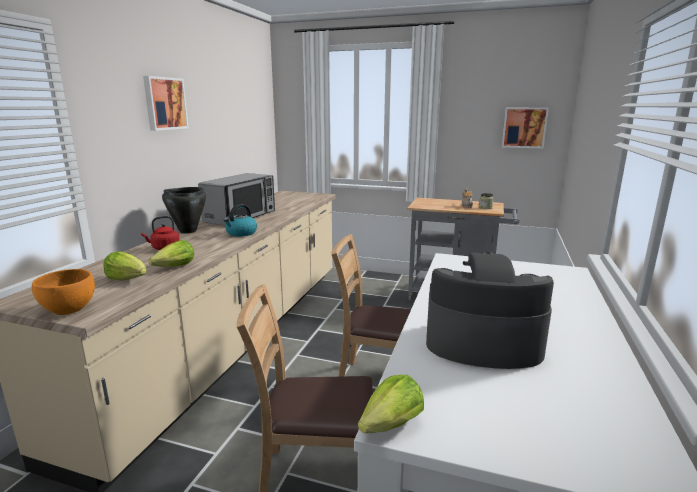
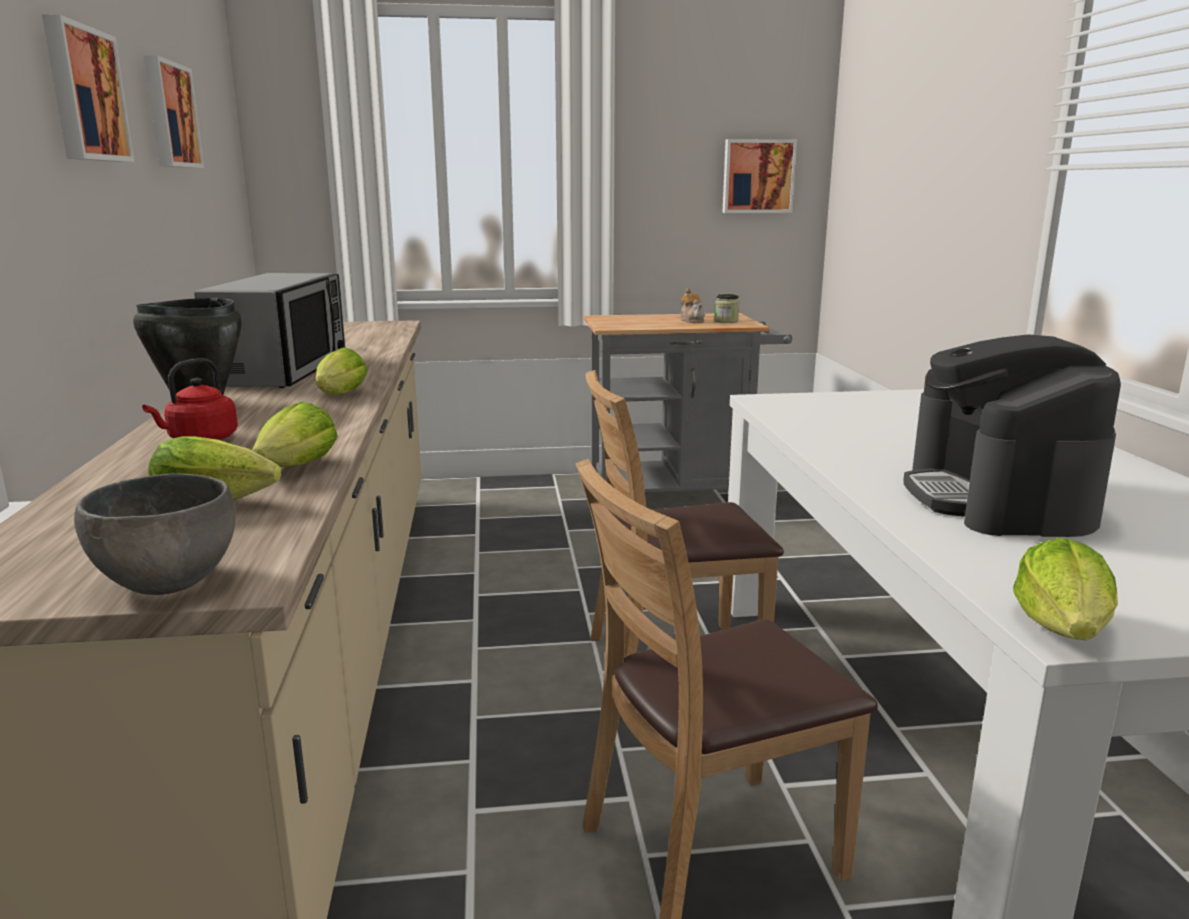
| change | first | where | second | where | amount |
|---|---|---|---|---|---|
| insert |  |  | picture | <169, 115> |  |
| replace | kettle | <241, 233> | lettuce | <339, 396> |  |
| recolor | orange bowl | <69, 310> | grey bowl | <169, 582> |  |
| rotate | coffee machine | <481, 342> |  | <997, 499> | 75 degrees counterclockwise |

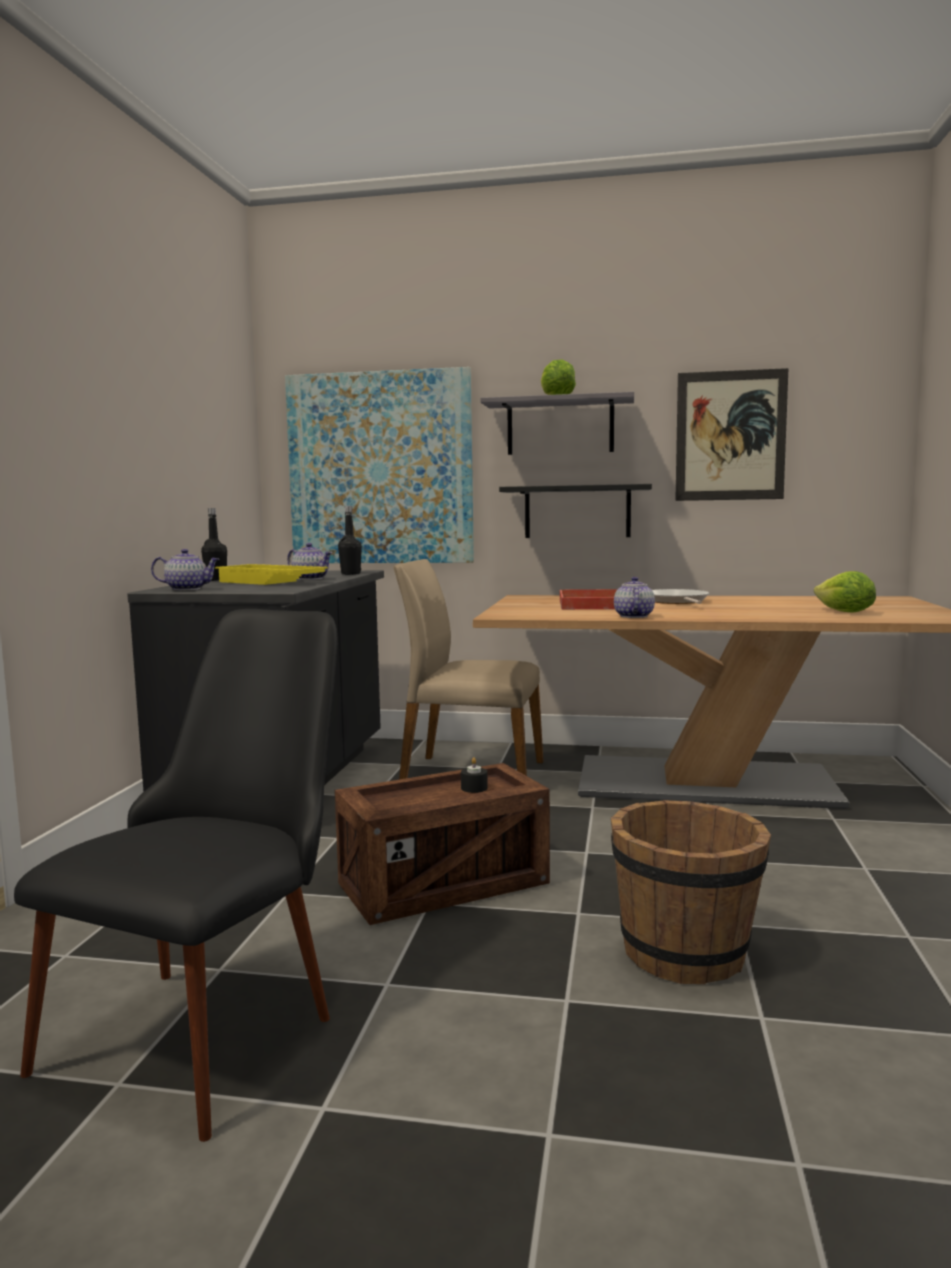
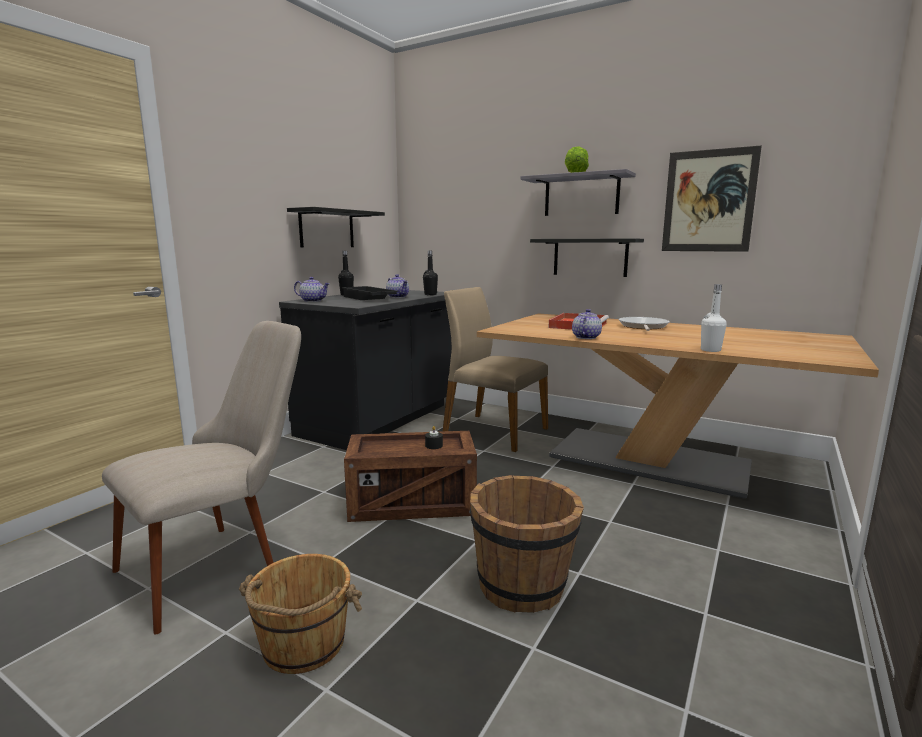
| change | first | where | second | where | amount |
|---|---|---|---|---|---|
| delete | picture | <380, 468> |  |  |  |
| delete | lettuce | <845, 612> |  |  |  |
| insert |  |  | brown bucket | <303, 645> |  |
| insert |  |  | black shelf | <327, 229> |  |
| insert |  |  | white bottle | <710, 350> |  |
| recolor | black chair | <216, 1018> | beige chair | <223, 561> |  |
| recolor | yellow tray | <269, 582> | black tray | <368, 298> |  |

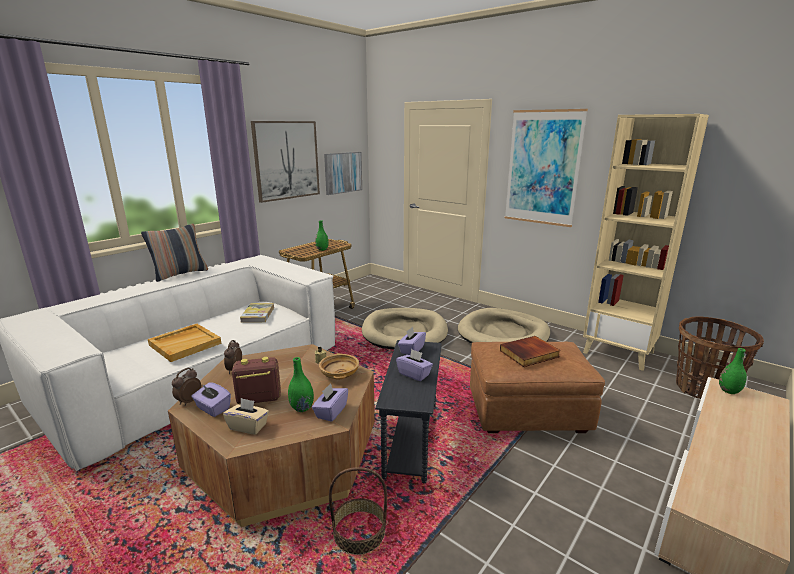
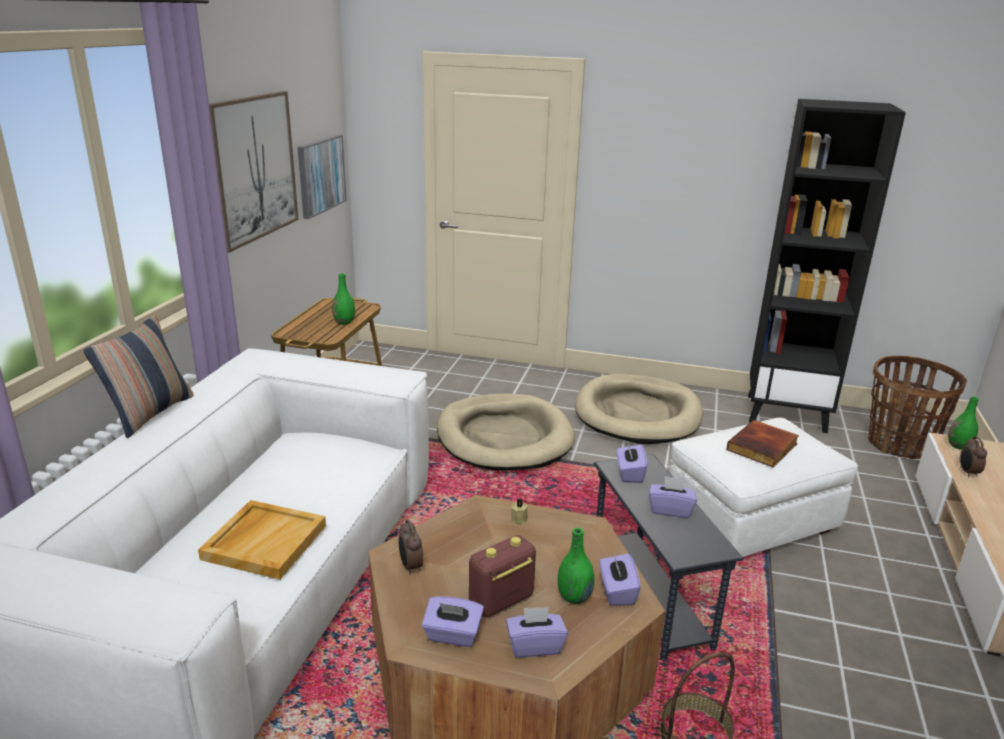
| change | first | where | second | where | amount |
|---|---|---|---|---|---|
| delete | book | <257, 314> |  |  |  |
| delete | beige bowl | <339, 374> |  |  |  |
| delete | picture | <543, 168> |  |  |  |
| move | alarm clock | <188, 401> |  | <967, 472> |  |
| recolor | beige tissue box | <248, 426> | purple tissue box | <535, 645> |  |
| recolor | brown ottoman | <527, 412> | white ottoman | <750, 521> |  |
| recolor | beige bookcase | <619, 352> | black bookcase | <786, 413> |  |

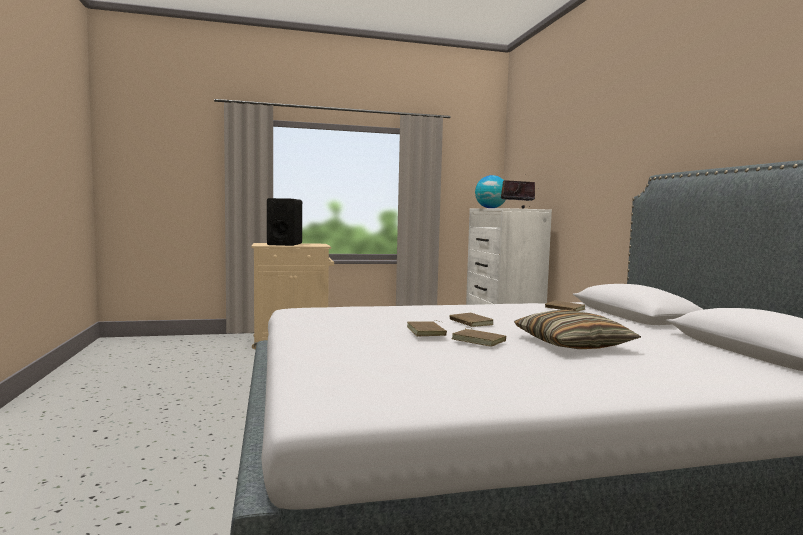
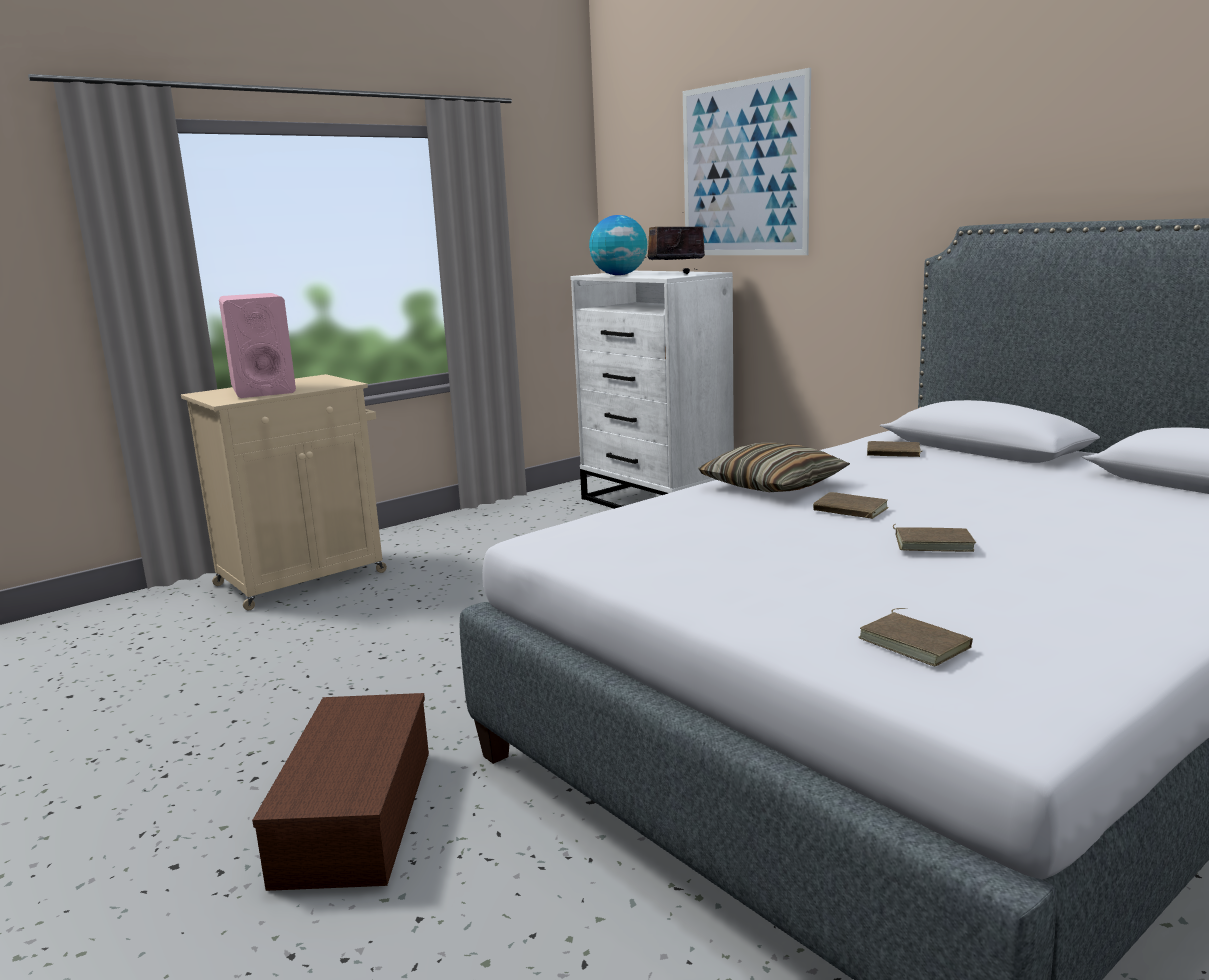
| change | first | where | second | where | amount |
|---|---|---|---|---|---|
| insert |  |  | brown storage box | <354, 812> |  |
| insert |  |  | picture | <743, 169> |  |
| move | brown book | <427, 332> |  | <916, 643> |  |
| move | pillow | <572, 344> |  | <772, 485> |  |
| recolor | black speaker | <285, 244> | pink speaker | <263, 390> |  |

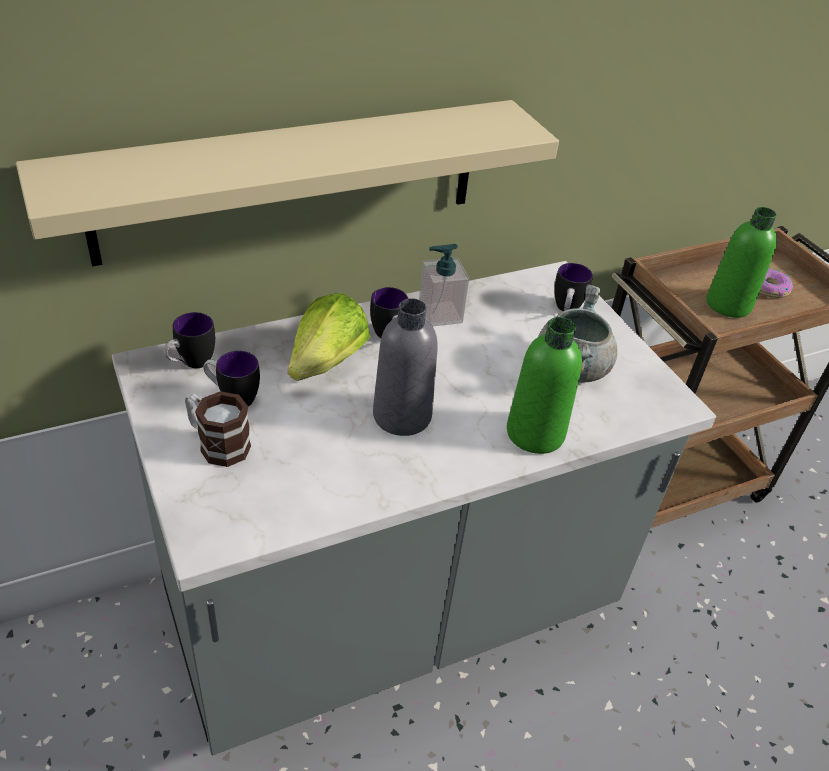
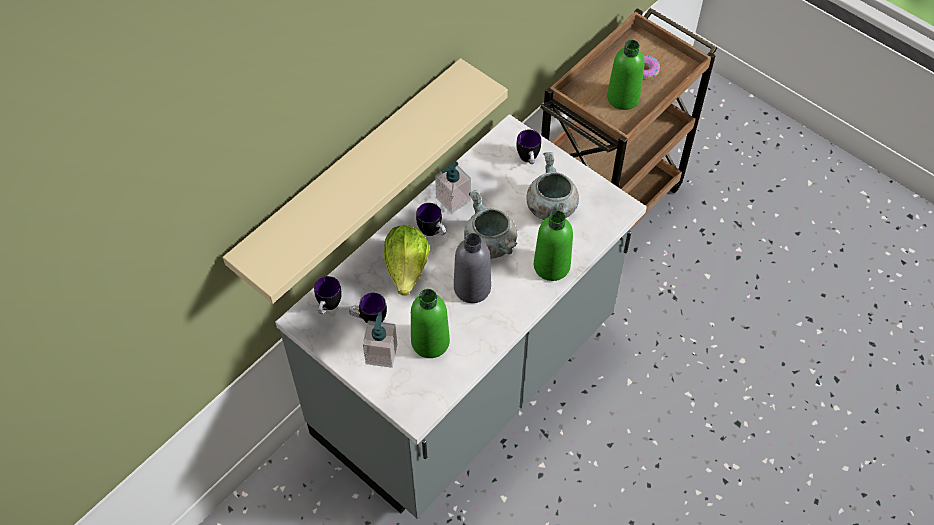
| change | first | where | second | where | amount |
|---|---|---|---|---|---|
| insert |  |  | green bottle | <430, 342> |  |
| insert |  |  | grey cooking pot | <489, 243> |  |
| replace | mug | <217, 443> | soap dispenser | <381, 353> |  |

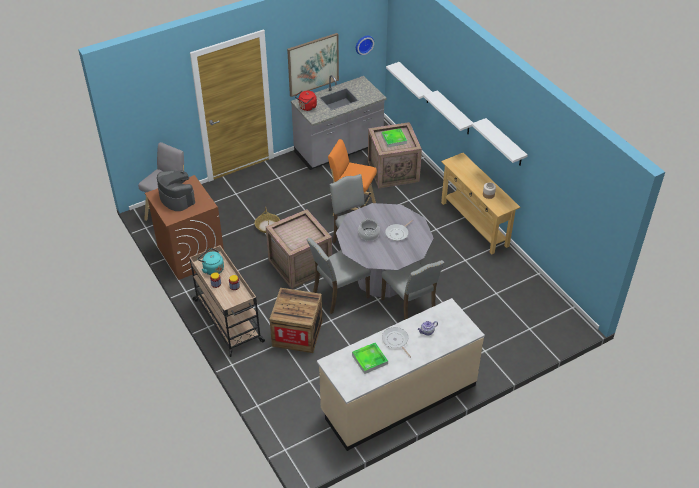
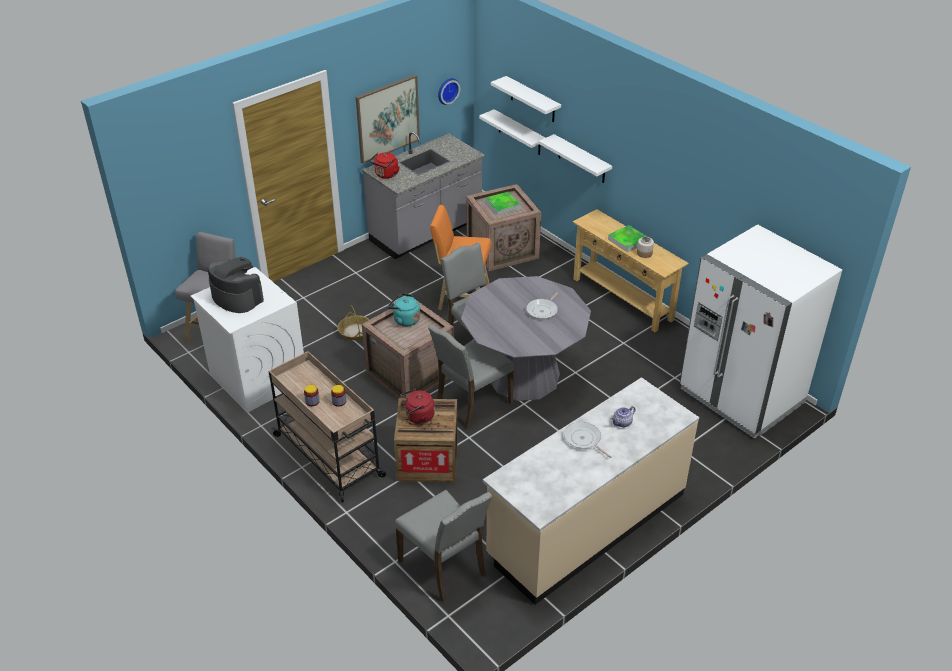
| change | first | where | second | where | amount |
|---|---|---|---|---|---|
| delete | cooking pot | <369, 234> |  |  |  |
| insert |  |  | red kettle | <418, 417> |  |
| insert |  |  | white fridge | <741, 396> |  |
| move | turquoise kettle | <212, 269> |  | <405, 320> |  |
| move | tray | <370, 359> |  | <627, 240> |  |
| move | grey chair | <410, 307> |  | <444, 567> |  |
| move | white shelf | <505, 143> |  | <532, 100> |  |
| recolor | brown washing machine | <190, 253> | white washing machine | <258, 377> |  |

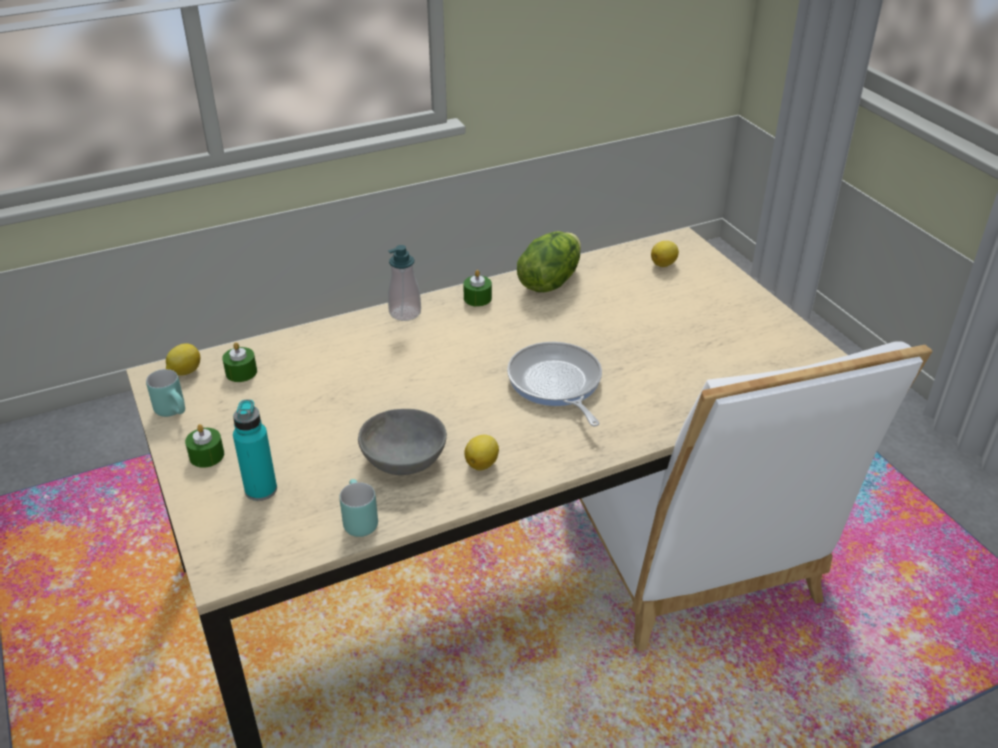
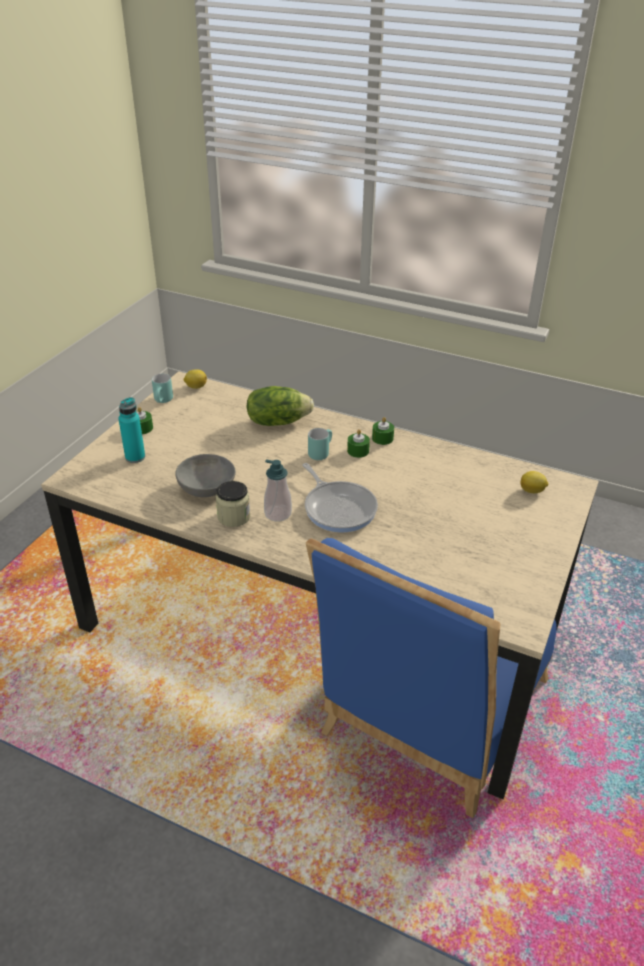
| change | first | where | second | where | amount |
|---|---|---|---|---|---|
| move | green candle | <241, 372> |  | <358, 451> |  |
| move | turquoise mug | <357, 520> |  | <320, 452> |  |
| move | soap dispenser | <405, 313> |  | <278, 513> |  |
| move | lettuce | <549, 281> |  | <278, 421> |  |
| replace | lemon | <482, 463> | jar | <234, 517> |  |
| recolor | white chair | <689, 557> | blue chair | <430, 716> |  |
| rotate | frying pan | <556, 384> |  | <338, 508> | 120 degrees clockwise |

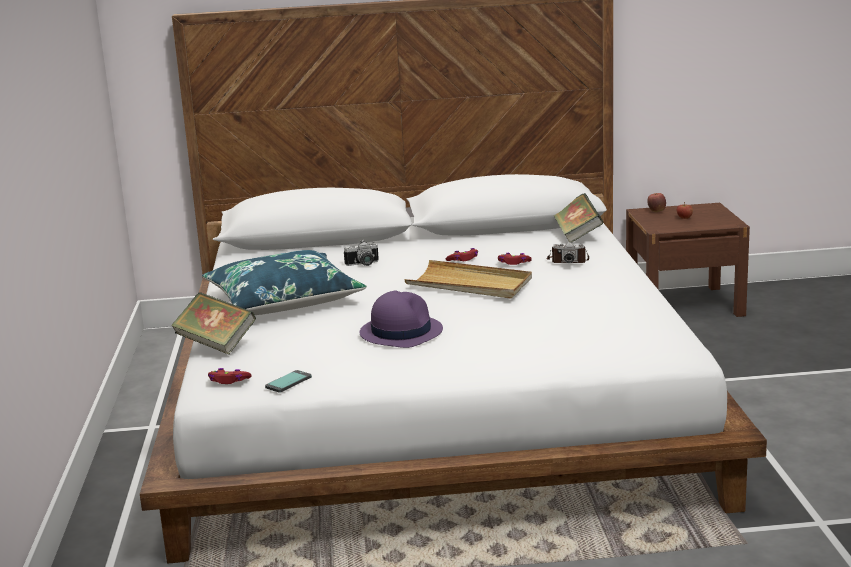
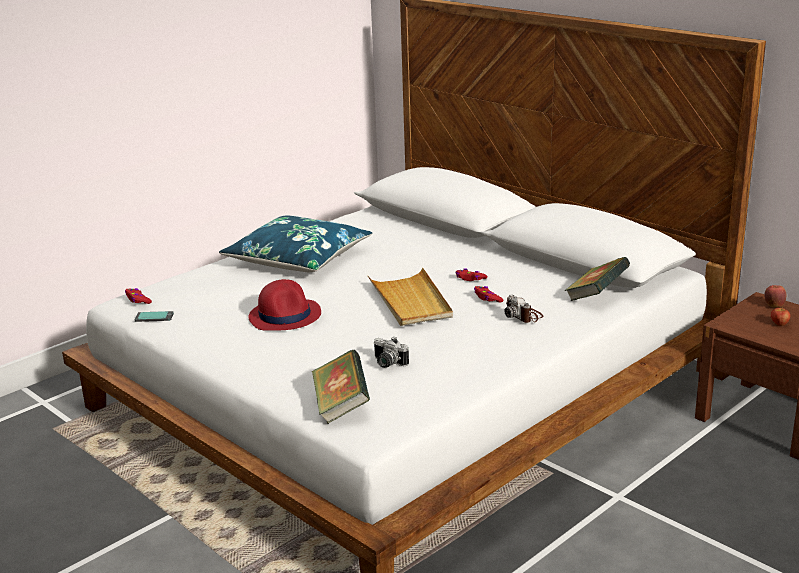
| change | first | where | second | where | amount |
|---|---|---|---|---|---|
| move | book | <216, 344> |  | <341, 406> |  |
| move | photo camera | <363, 264> |  | <387, 364> |  |
| recolor | purple hat | <401, 332> | red hat | <285, 315> |  |

